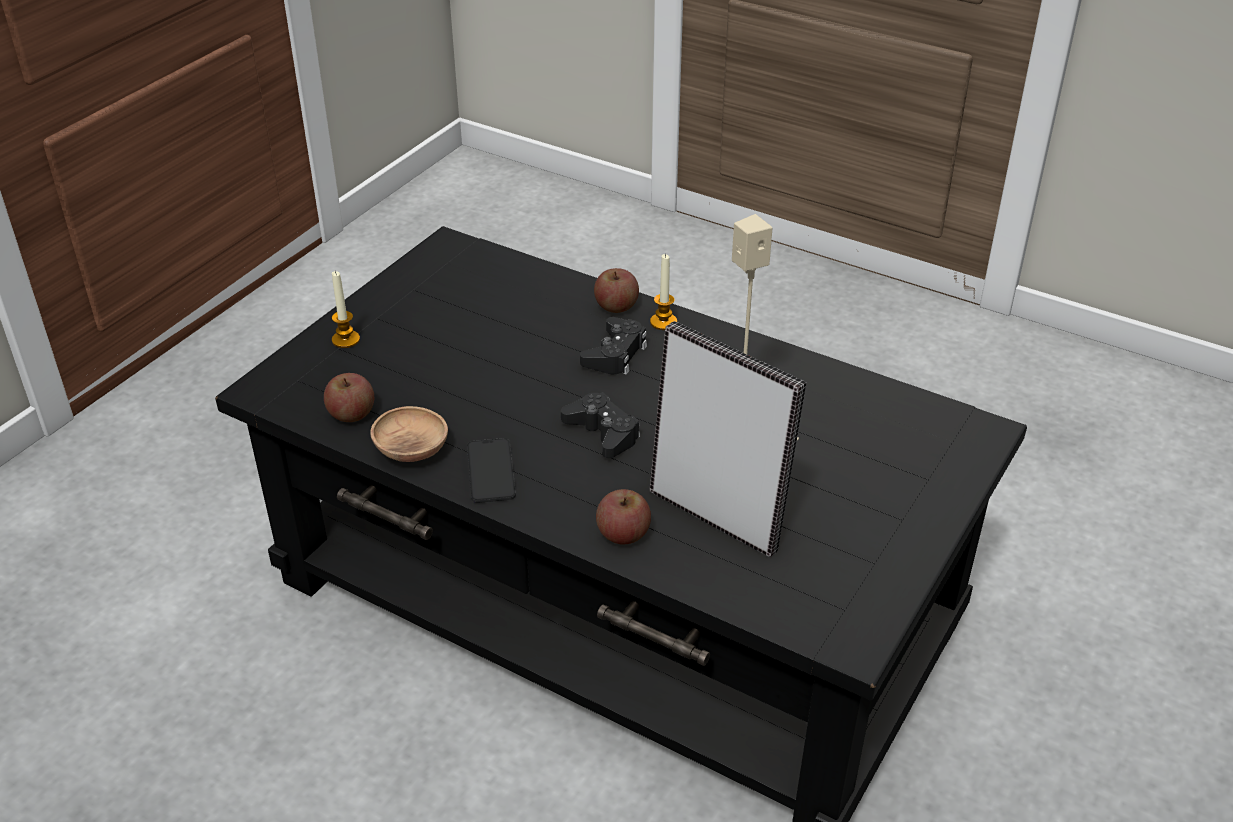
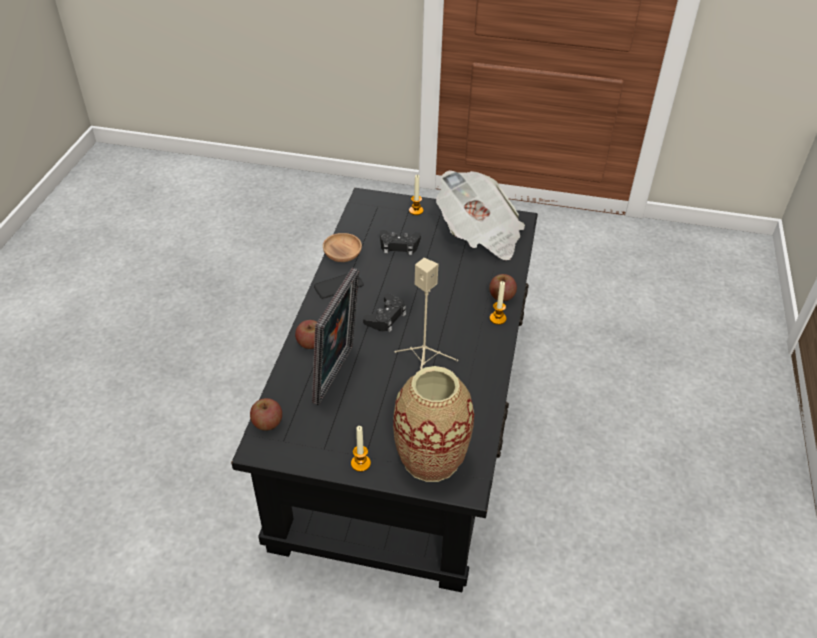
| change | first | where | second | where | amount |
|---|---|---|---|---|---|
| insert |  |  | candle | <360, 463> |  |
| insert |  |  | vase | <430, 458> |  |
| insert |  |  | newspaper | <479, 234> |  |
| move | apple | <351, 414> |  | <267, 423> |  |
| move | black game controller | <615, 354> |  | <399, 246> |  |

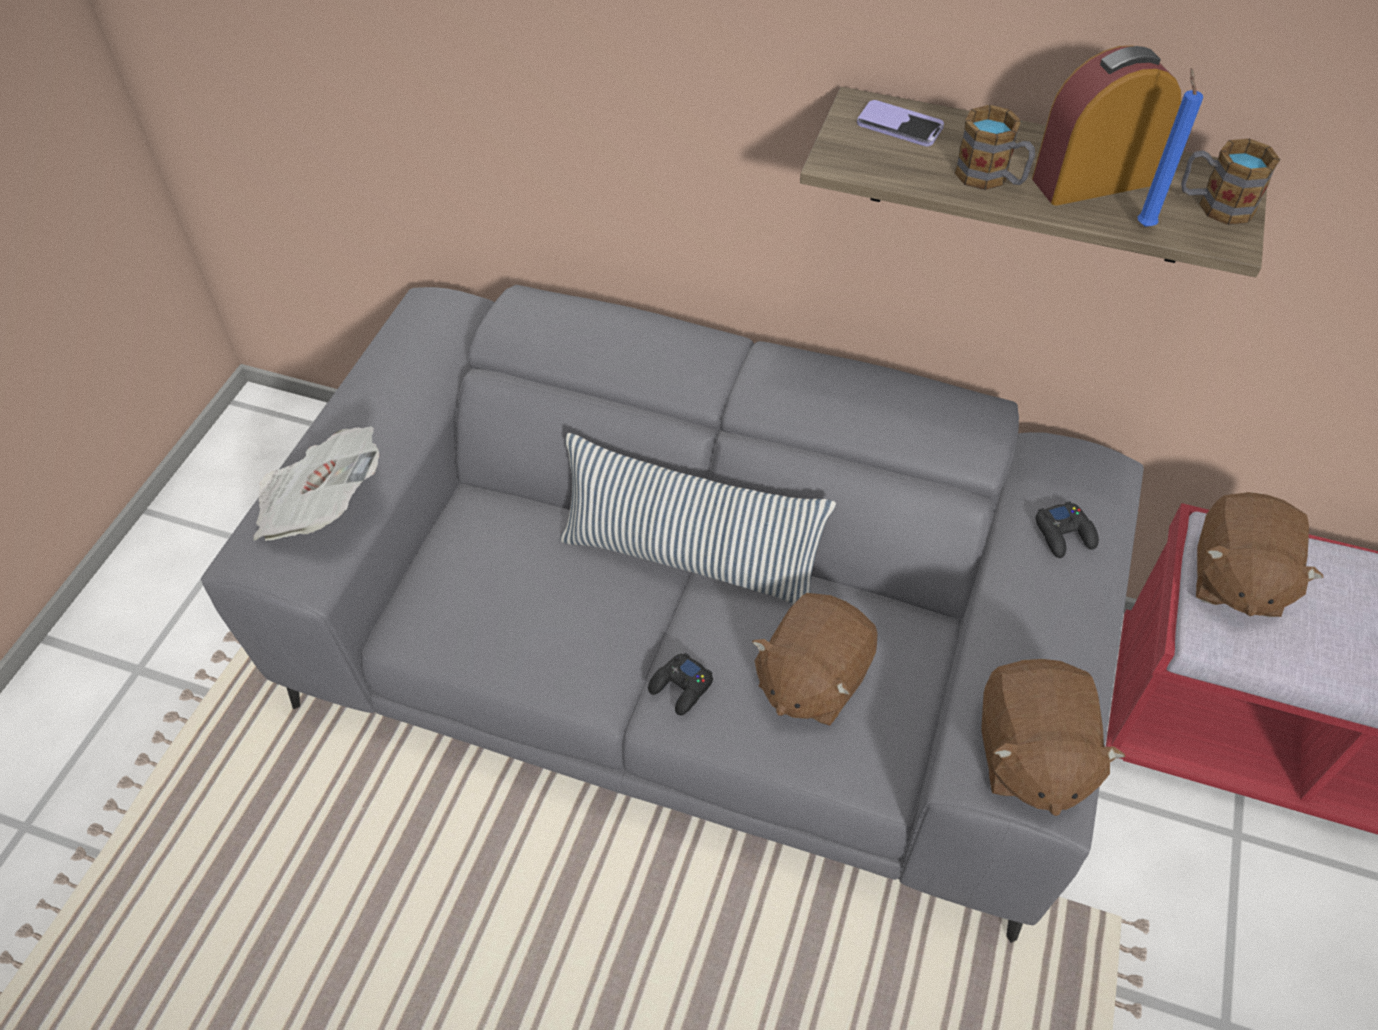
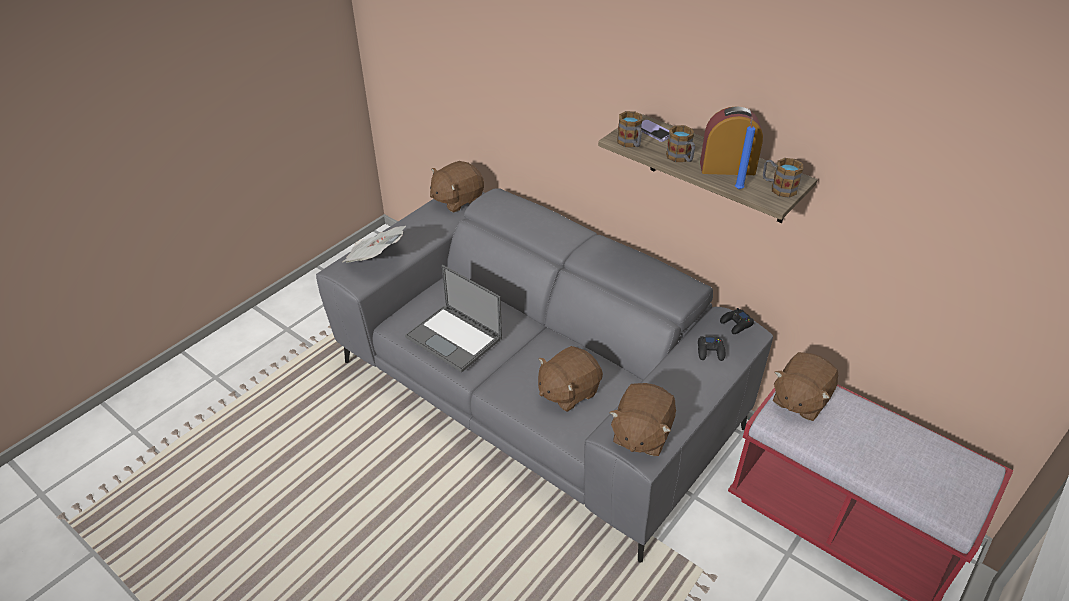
| change | first | where | second | where | amount |
|---|---|---|---|---|---|
| delete | pillow | <690, 560> |  |  |  |
| insert |  |  | laptop | <455, 338> |  |
| insert |  |  | brown plush toy | <457, 200> |  |
| insert |  |  | mug | <630, 144> |  |
| move | black game controller | <681, 688> |  | <736, 324> |  |

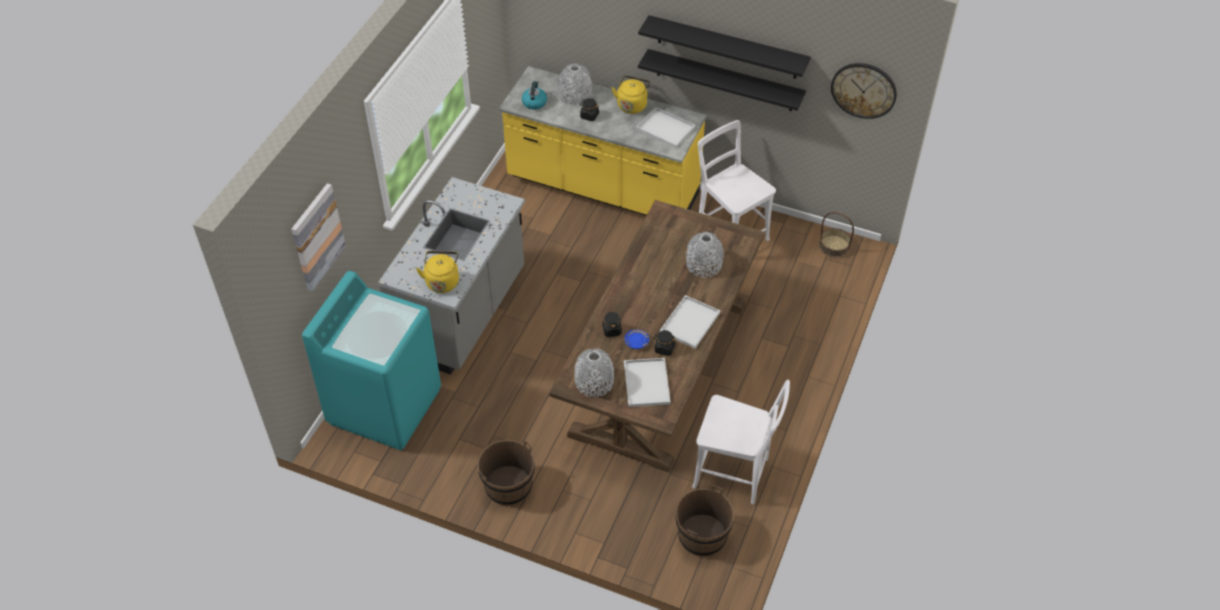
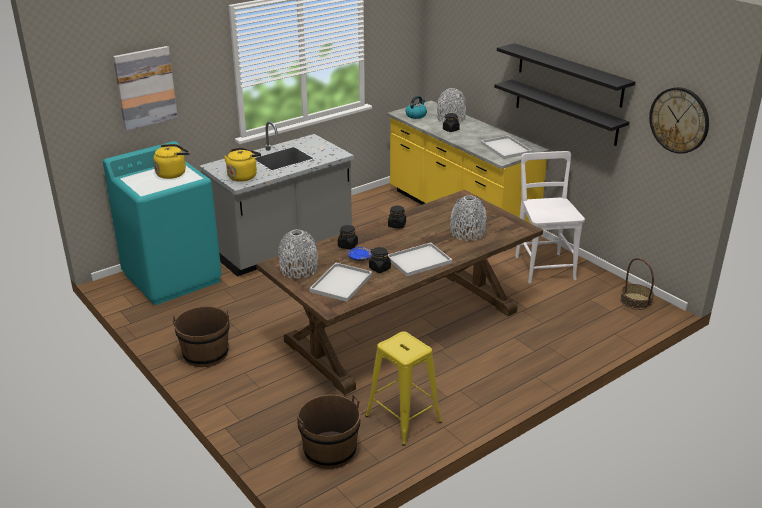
| change | first | where | second | where | amount |
|---|---|---|---|---|---|
| insert |  |  | black jar | <397, 225> |  |
| move | yellow kettle | <632, 104> |  | <172, 173> |  |
| replace | white chair | <735, 474> | yellow stool | <403, 419> |  |

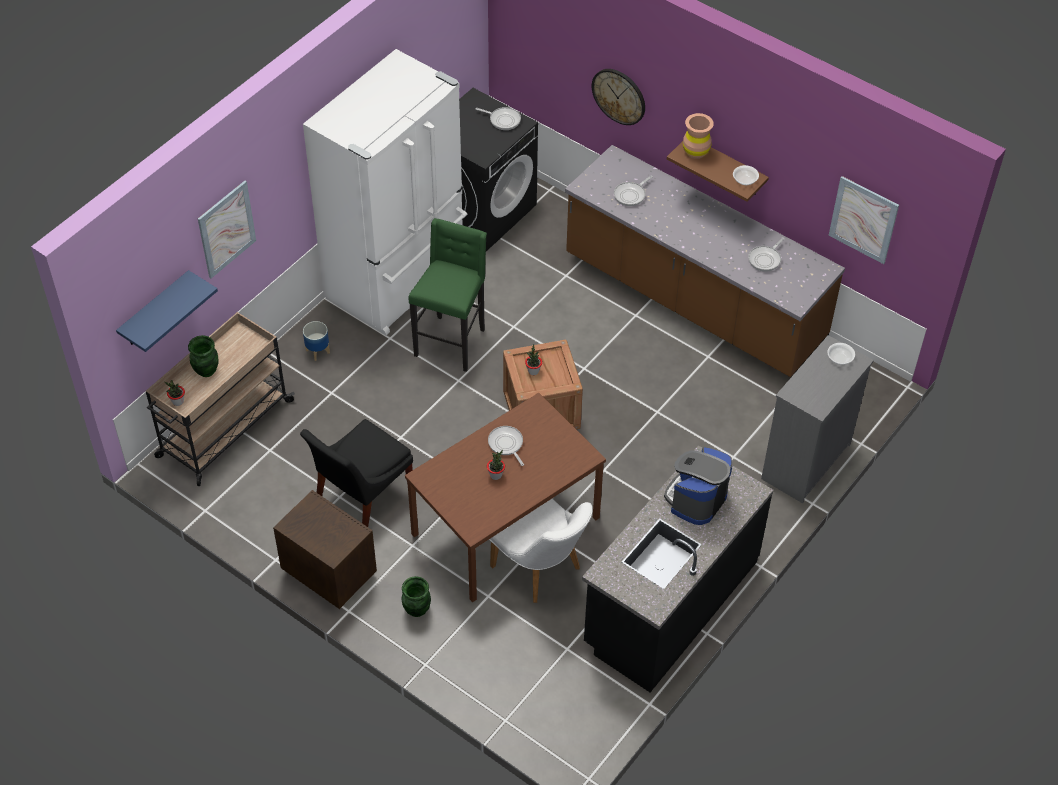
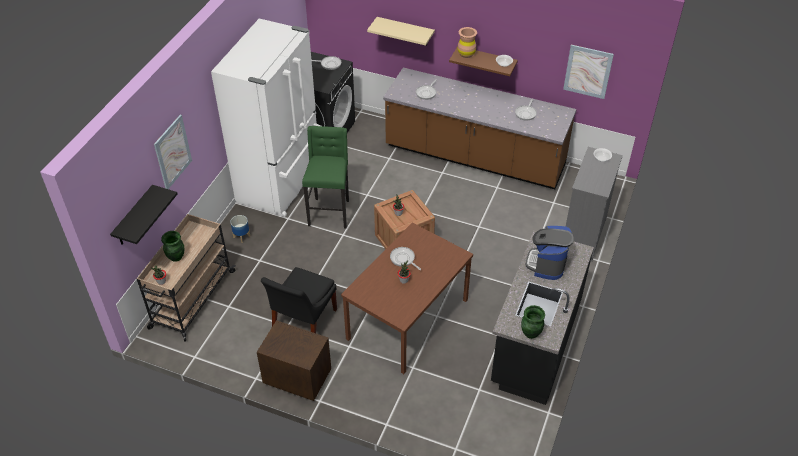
| change | first | where | second | where | amount |
|---|---|---|---|---|---|
| delete | white chair | <542, 571> |  |  |  |
| move | green vase | <416, 610> |  | <531, 333> |  |
| replace | wall clock | <619, 96> | beige shelf | <405, 31> |  |
| recolor | blue shelf | <155, 310> | black shelf | <134, 217> |  |

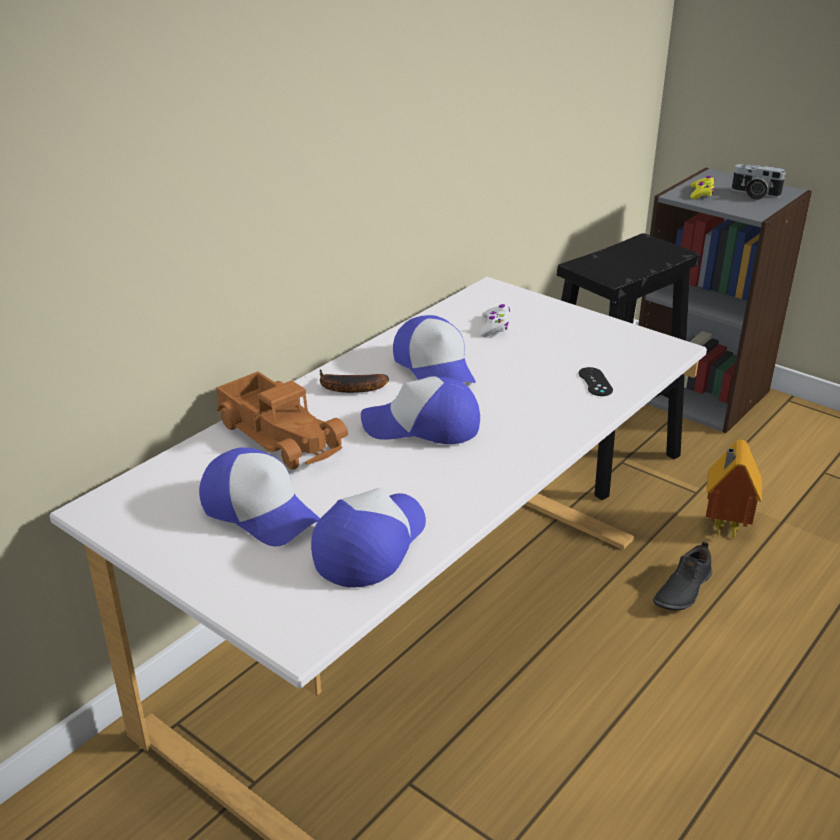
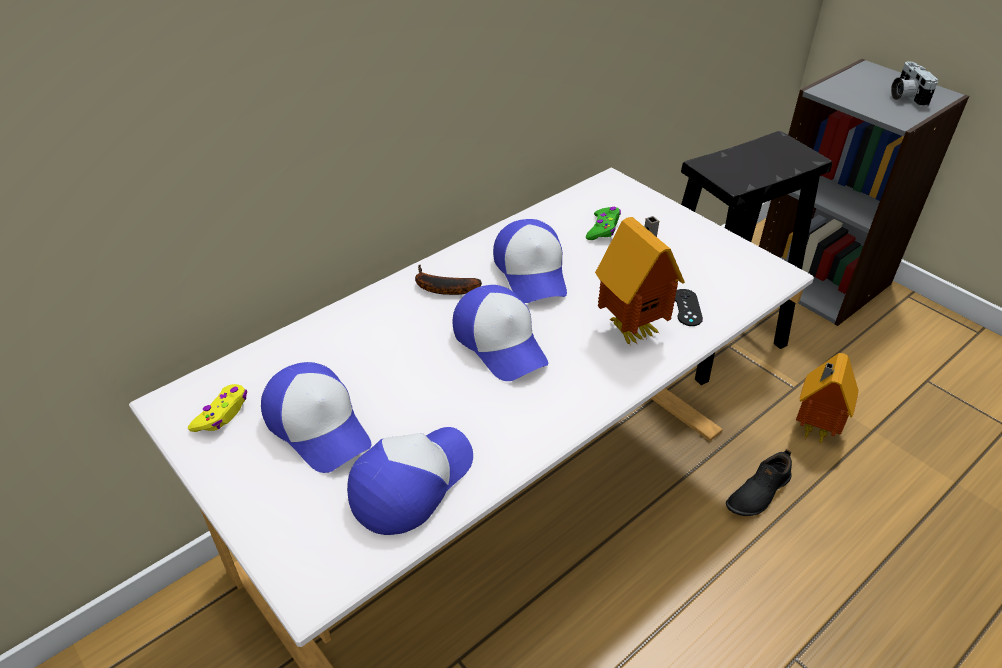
| change | first | where | second | where | amount |
|---|---|---|---|---|---|
| delete | toy truck | <281, 434> |  |  |  |
| insert |  |  | toy house | <634, 329> |  |
| move | yellow game controller | <701, 193> |  | <222, 414> |  |
| recolor | white game controller | <494, 326> | green game controller | <603, 228> |  |
| rotate | cap | <422, 426> |  | <501, 342> | 135 degrees counterclockwise |
| rotate | photo camera | <754, 195> |  | <905, 96> | 45 degrees clockwise |

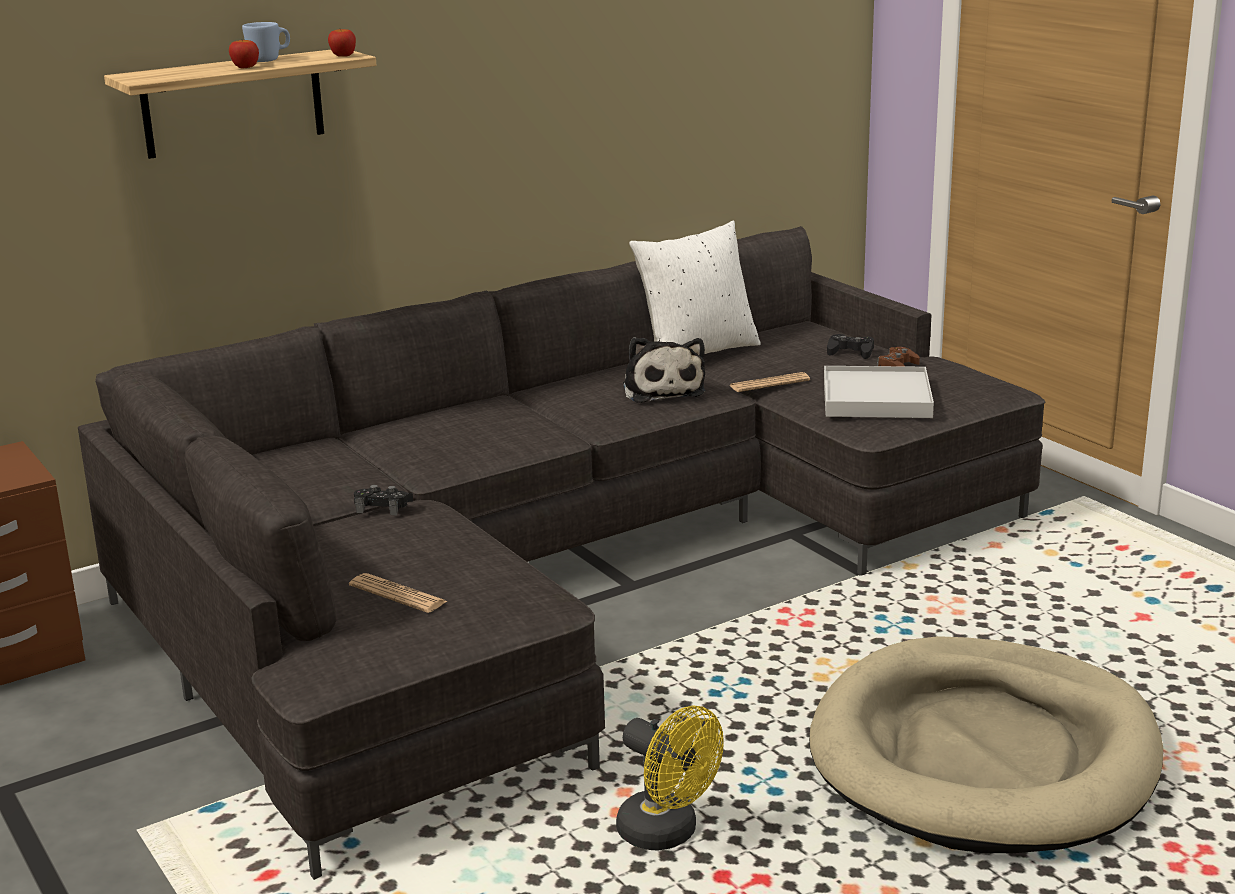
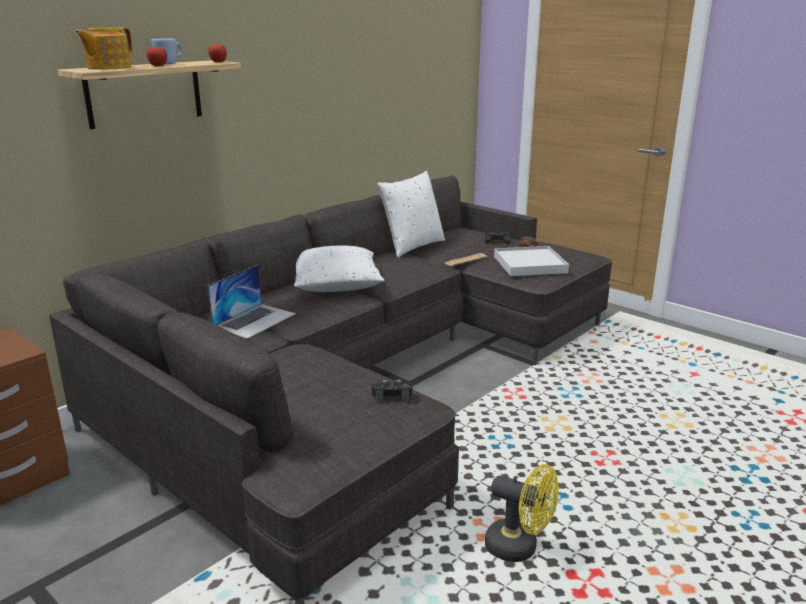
| change | first | where | second | where | amount |
|---|---|---|---|---|---|
| delete | newspaper | <398, 594> |  |  |  |
| delete | plush toy | <662, 389> |  |  |  |
| delete | beige dog bed | <984, 755> |  |  |  |
| insert |  |  | teapot | <108, 68> |  |
| insert |  |  | laptop | <254, 320> |  |
| insert |  |  | white pillow | <336, 286> |  |
| move | black game controller | <383, 507> |  | <392, 395> |  |

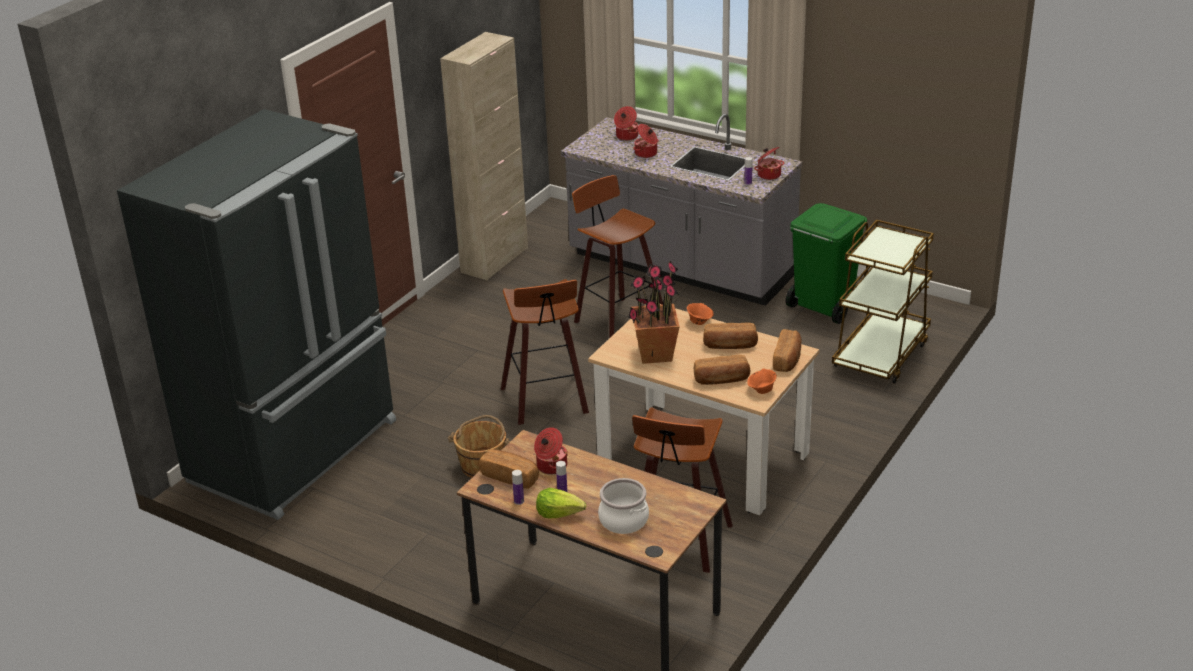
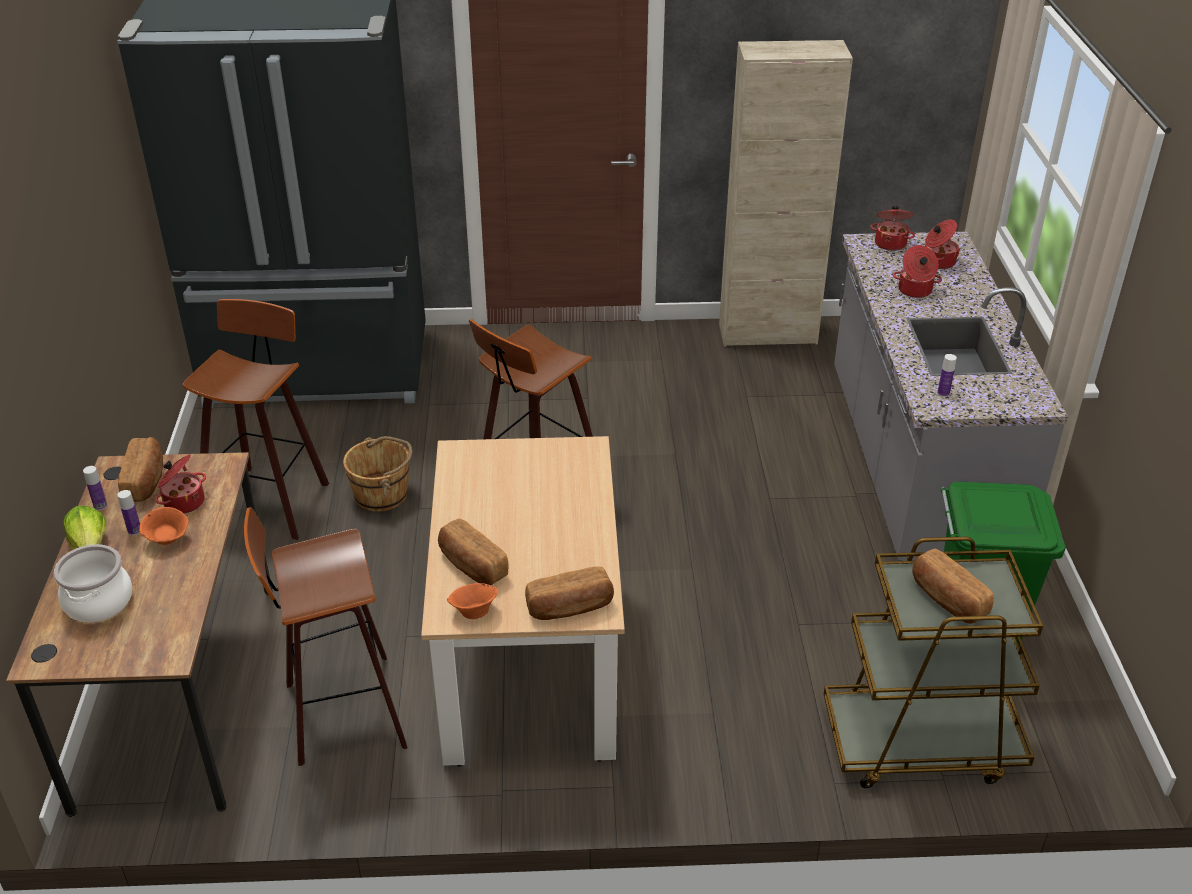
| change | first | where | second | where | amount |
|---|---|---|---|---|---|
| delete | potted plant | <655, 354> |  |  |  |
| move | stool | <616, 320> |  | <268, 499> |  |
| move | orange bowl | <699, 322> |  | <168, 539> |  |
| move | bread | <730, 345> |  | <947, 599> |  |
| move | cooking pot | <768, 175> |  | <890, 243> |  |

